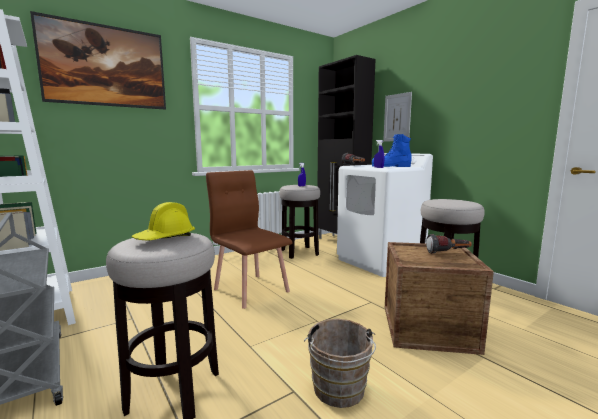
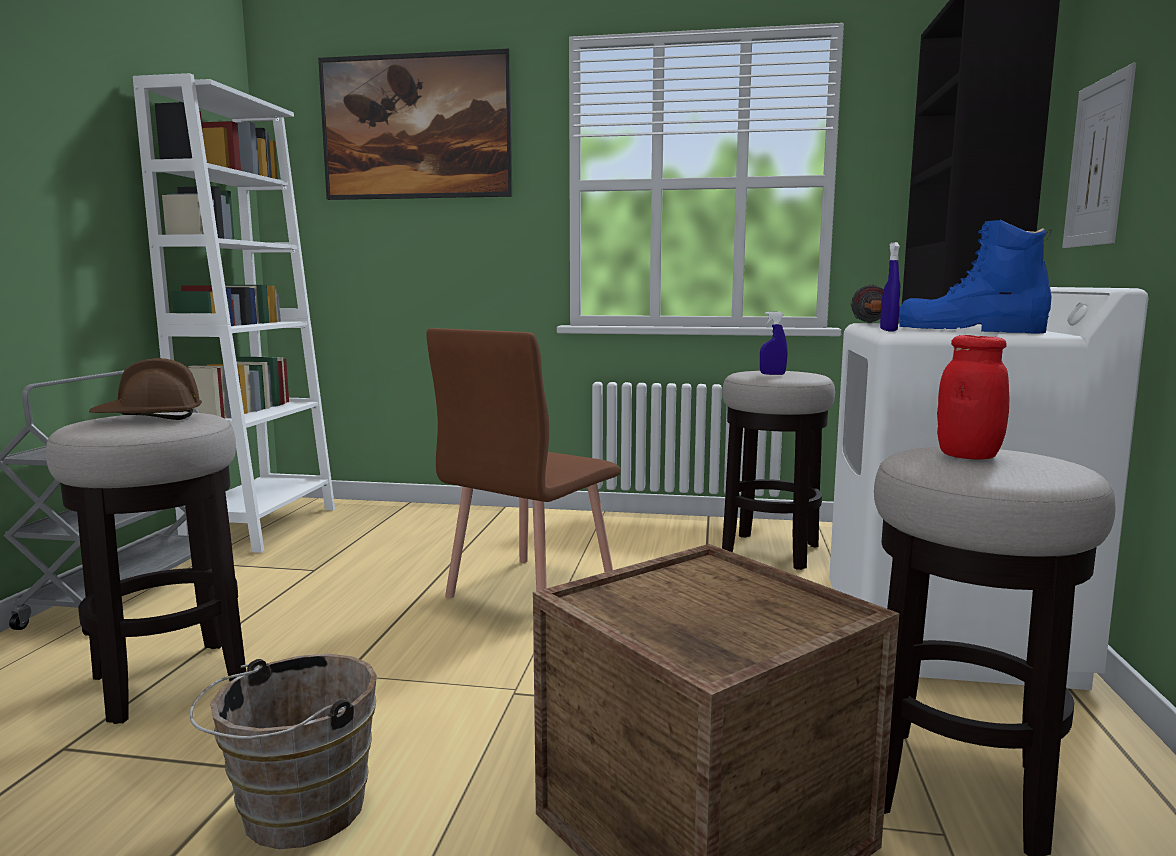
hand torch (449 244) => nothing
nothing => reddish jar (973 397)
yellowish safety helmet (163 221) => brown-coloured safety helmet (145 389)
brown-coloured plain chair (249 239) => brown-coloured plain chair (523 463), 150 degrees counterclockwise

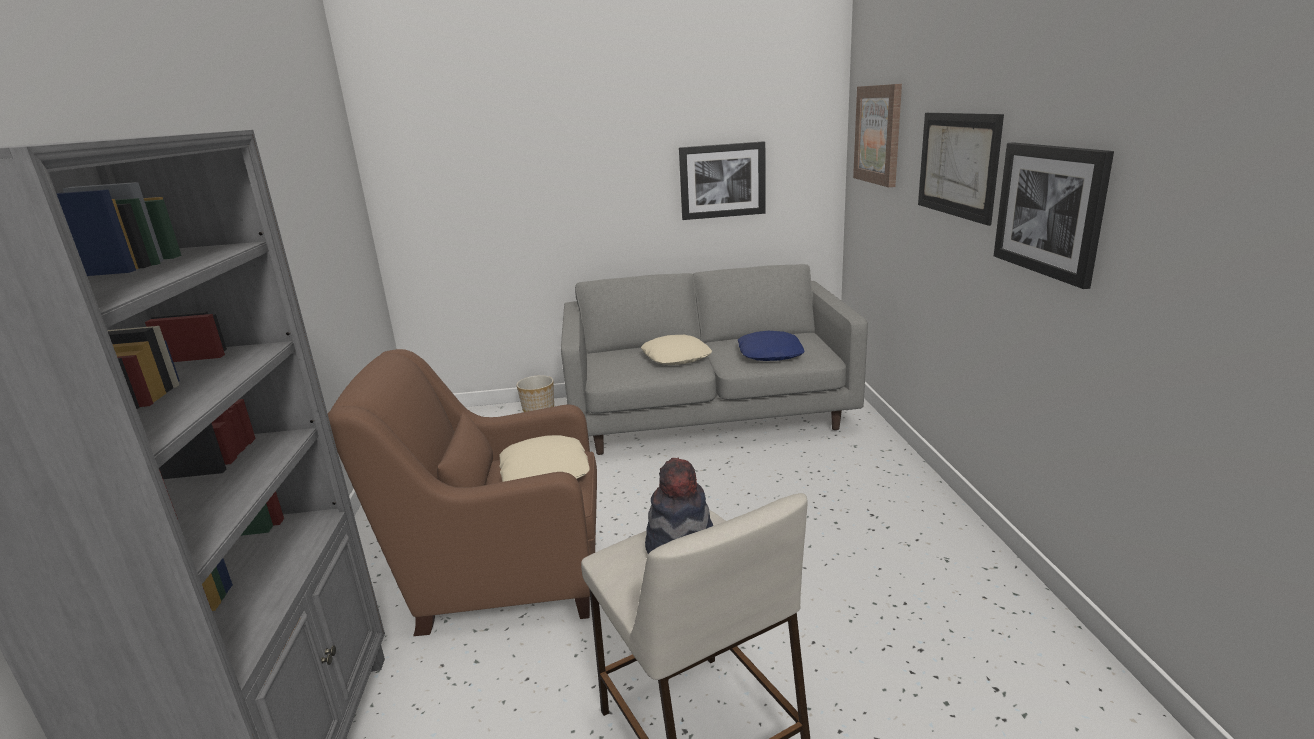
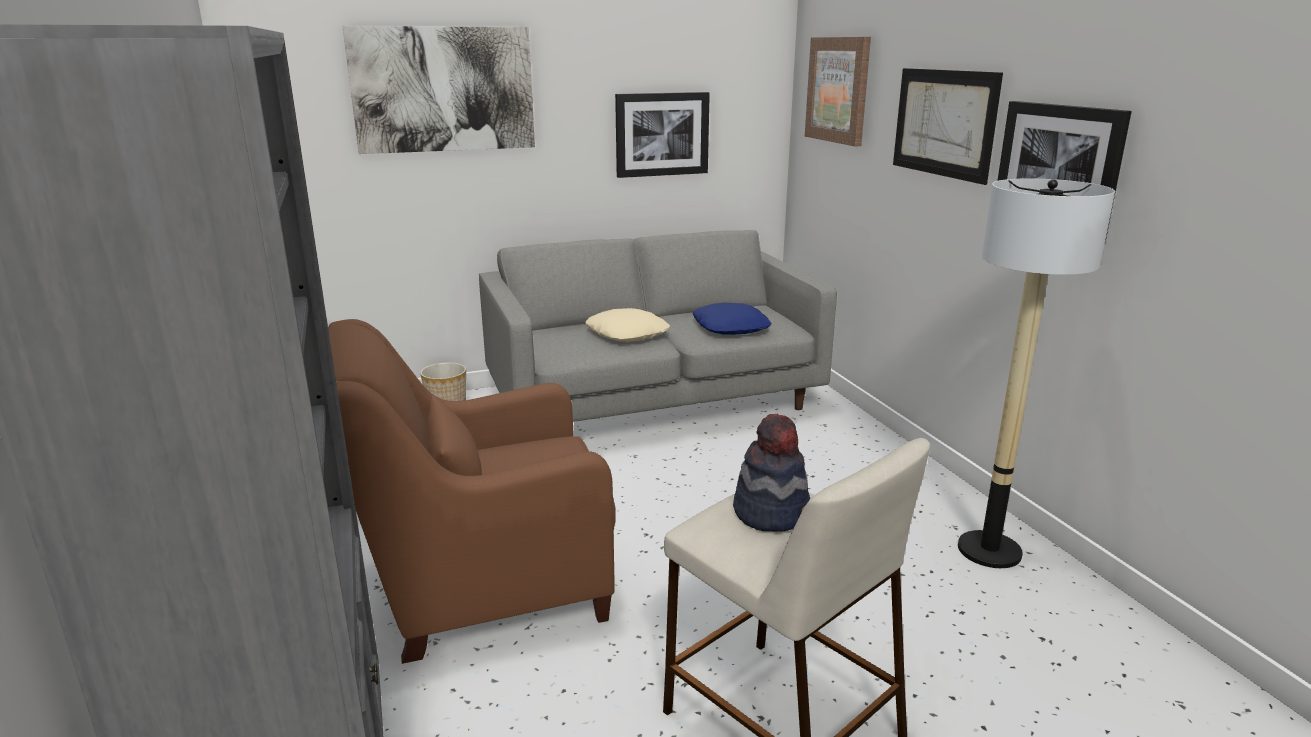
beige pillow (544 458) => nothing
nothing => wall art (439 90)
nothing => standing lamp (1036 373)

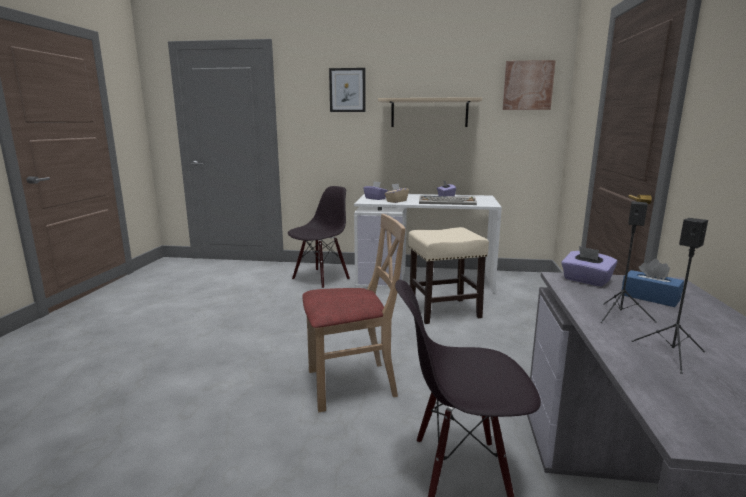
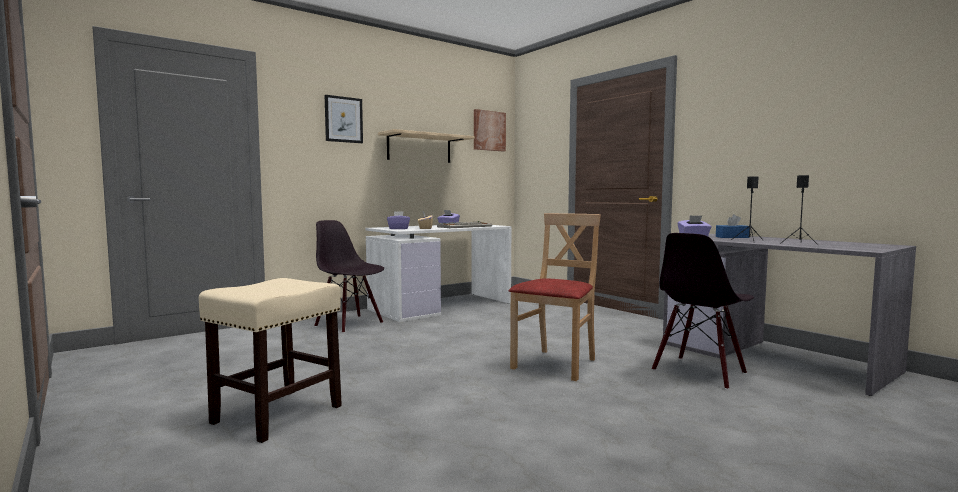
beige sitting stool (449 275) => beige sitting stool (270 360), relocated
black plain chair (319 237) => black plain chair (349 276), 45 degrees counterclockwise

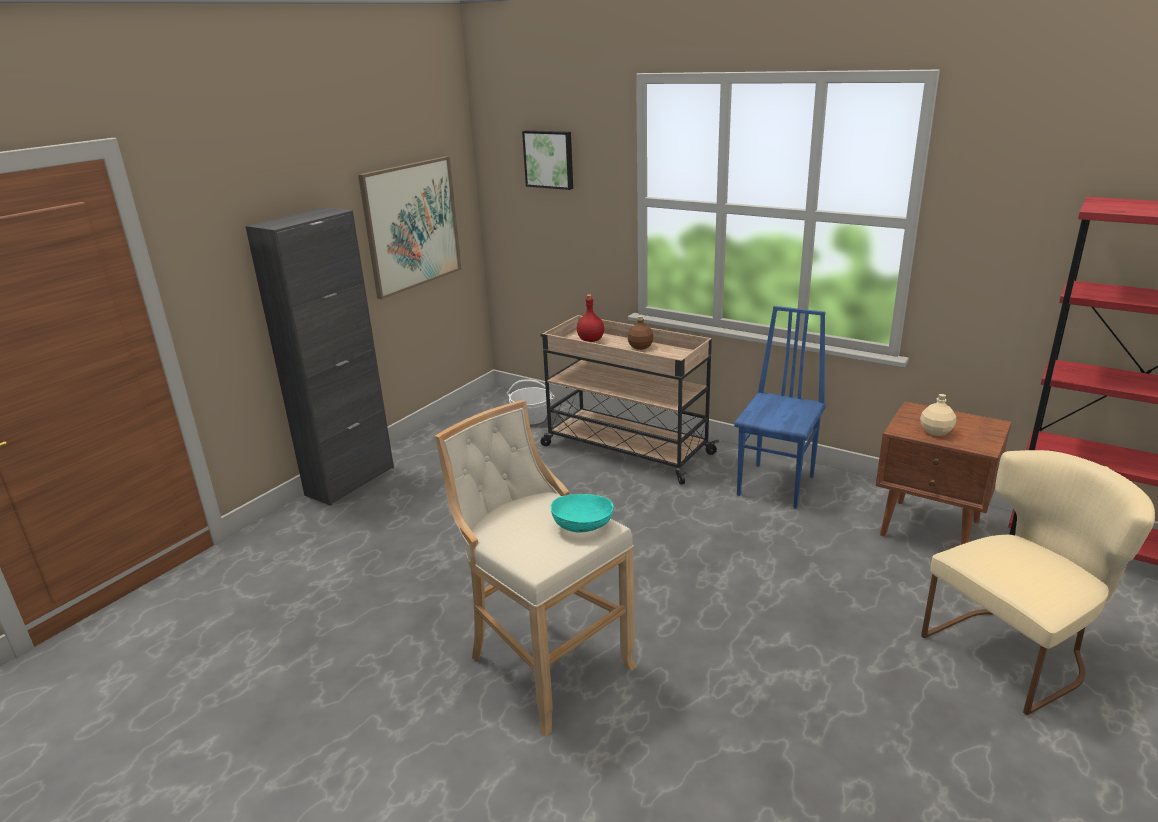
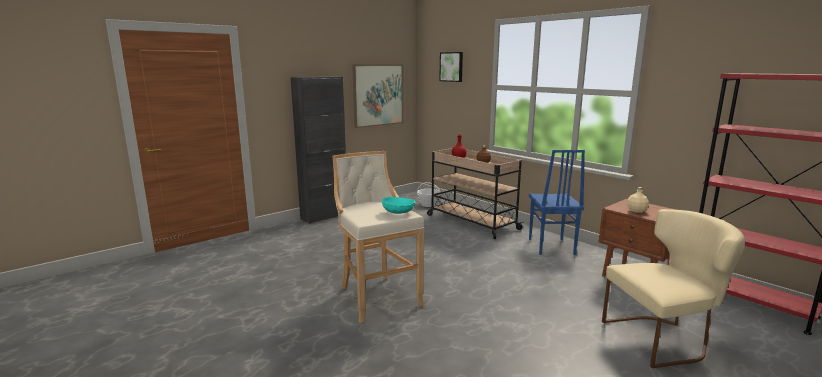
bluish plain chair (780 407) => bluish plain chair (557 202), 135 degrees clockwise

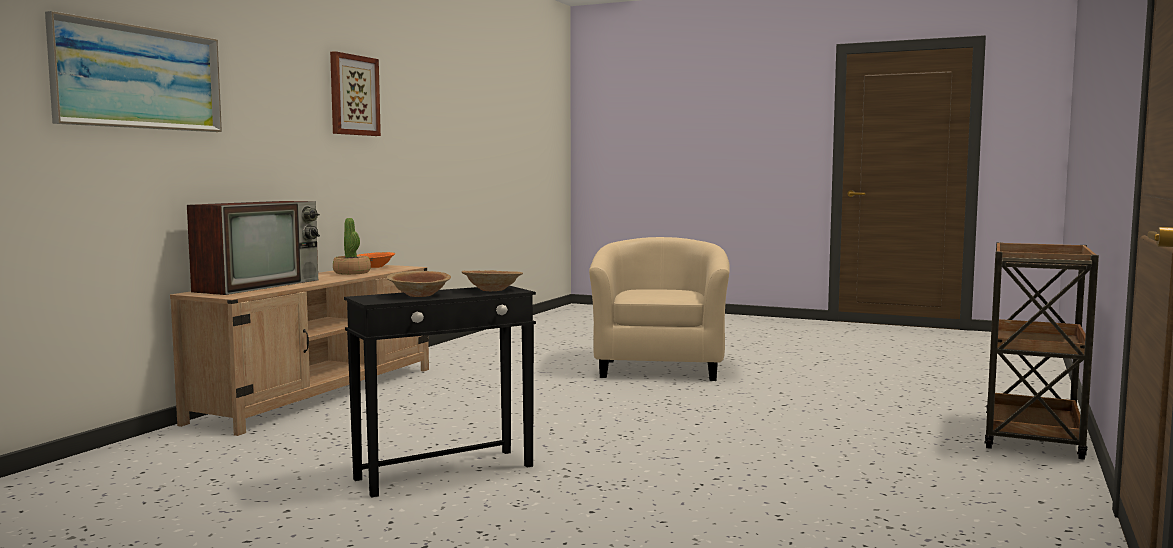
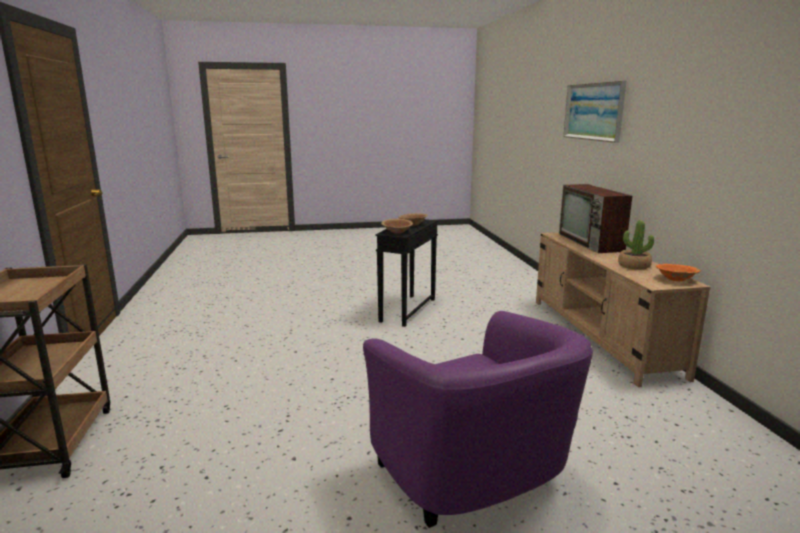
wall art (355 93) => nothing
beige armchair (659 309) => purple armchair (478 419)

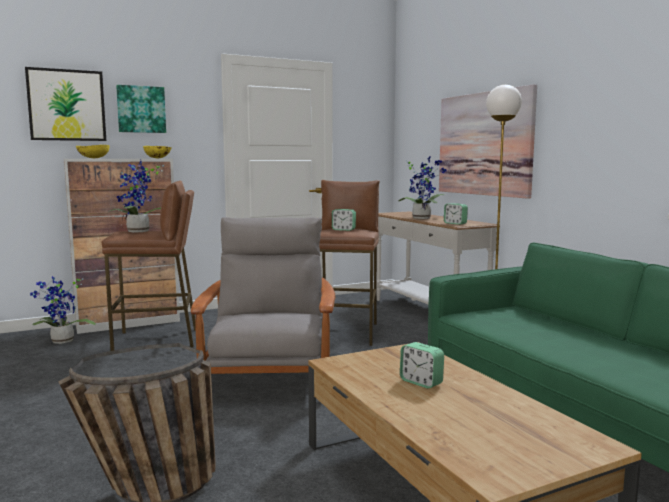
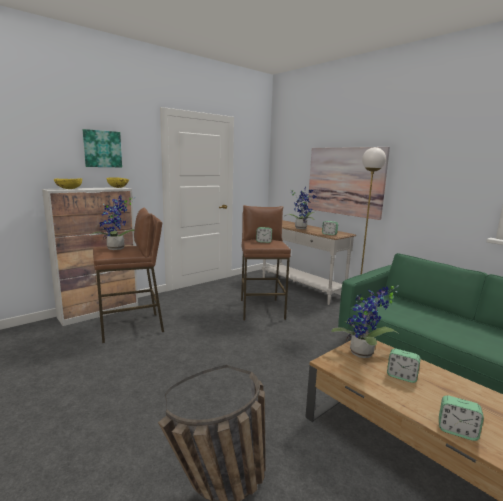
wall art (65 104) => nothing
grey armchair (263 295) => nothing
nothing => table clock (461 418)
houseplant (63 310) => houseplant (365 321), relocated

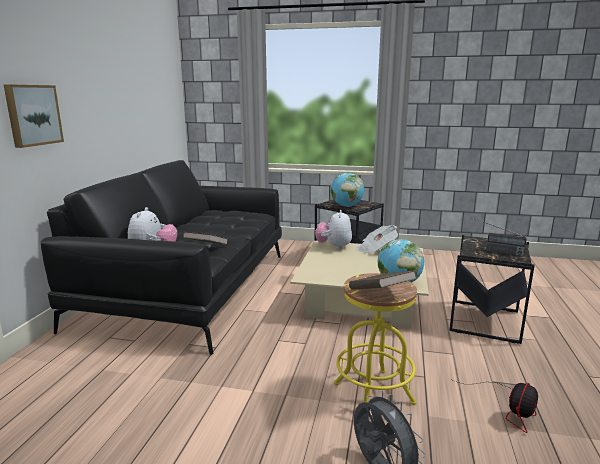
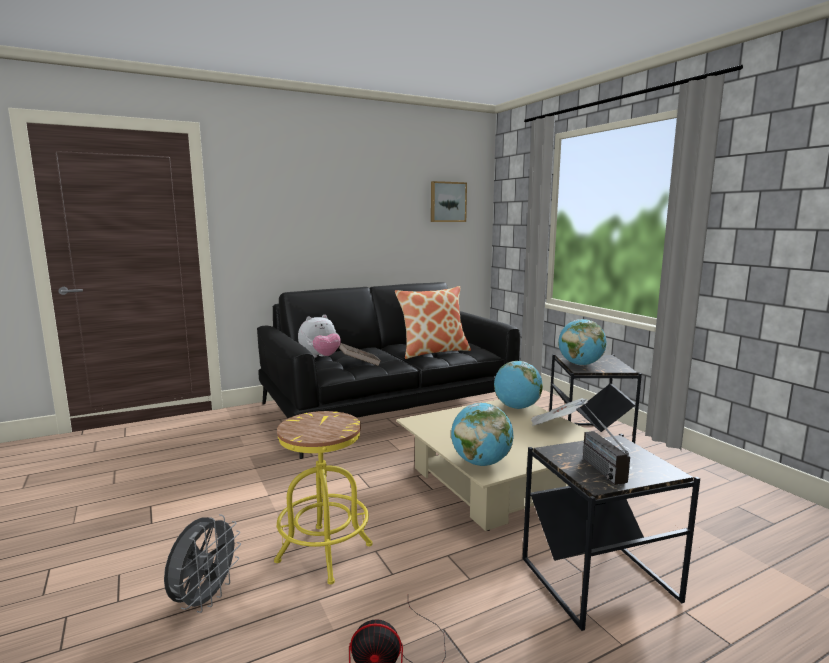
brown-coloured bound book (383 280) => nothing
nothing => pillow (433 322)
wall art (34 116) => wall art (449 201), relocated
soft toy (333 230) => world globe (518 385)

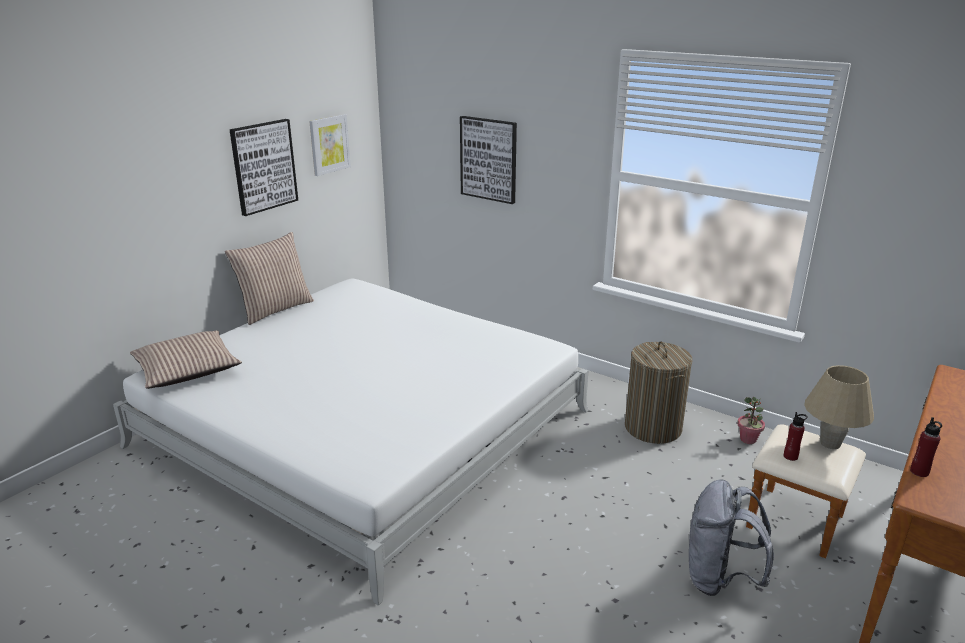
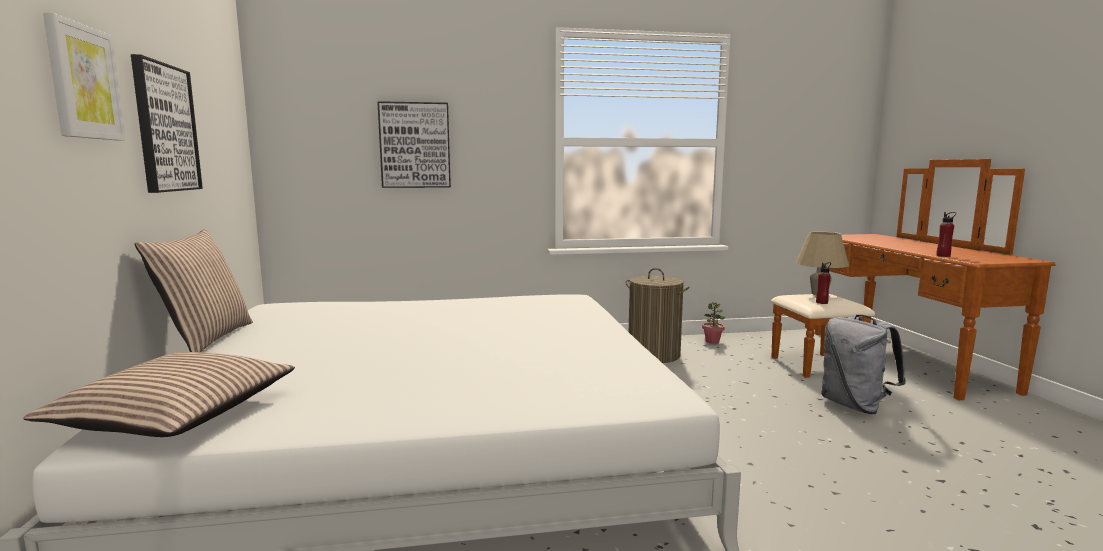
wall art (330 145) => wall art (84 76), relocated

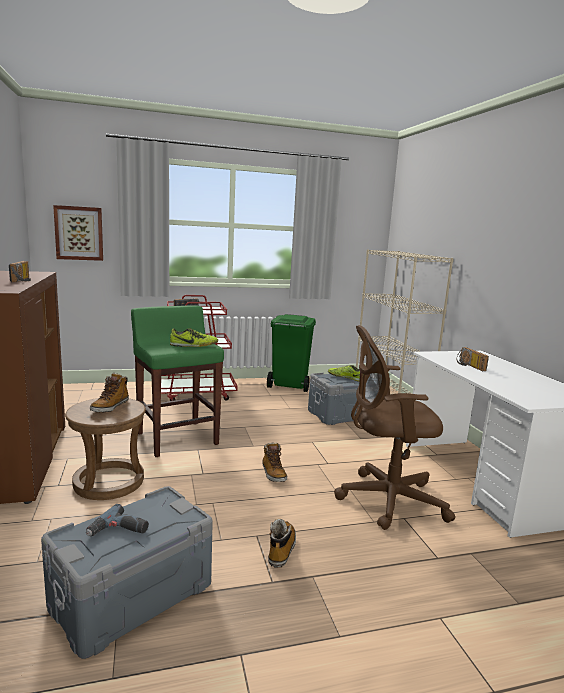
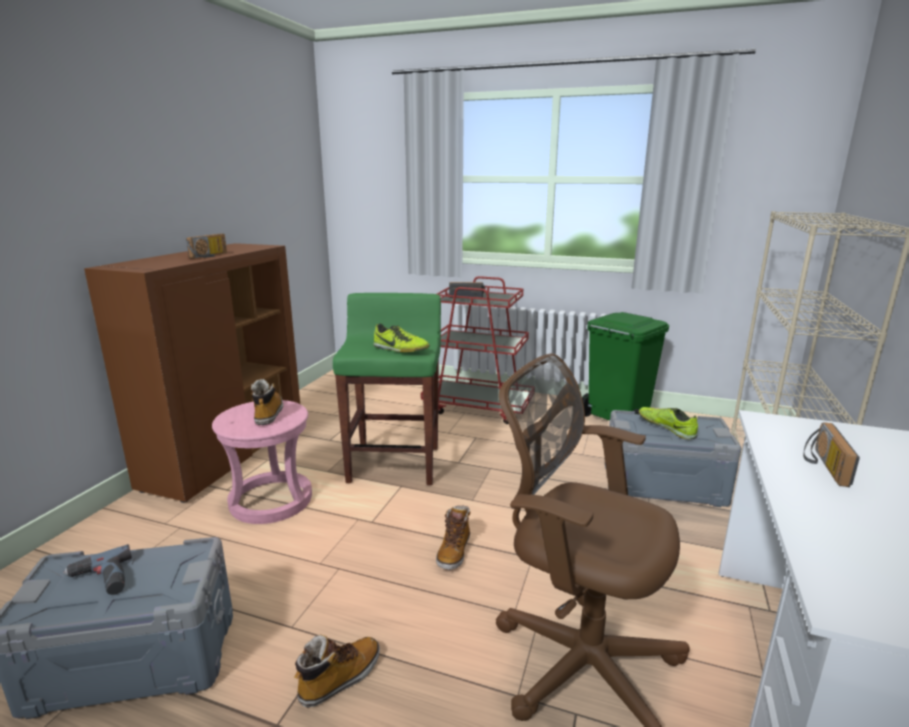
wall art (78 233) => nothing
brown-coloured sitting stool (105 449) => pink sitting stool (262 462)
boot (109 393) => boot (267 402), 120 degrees clockwise

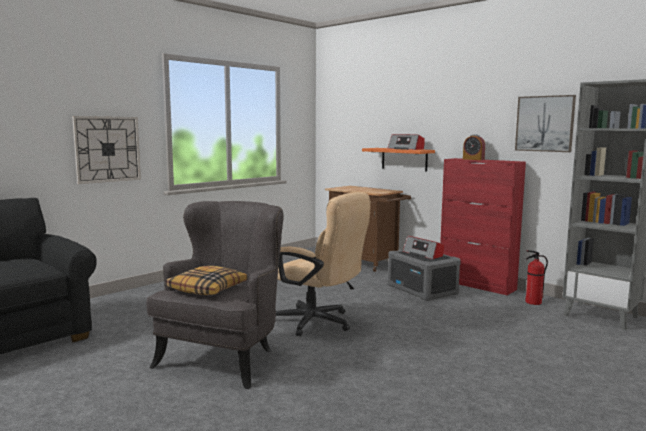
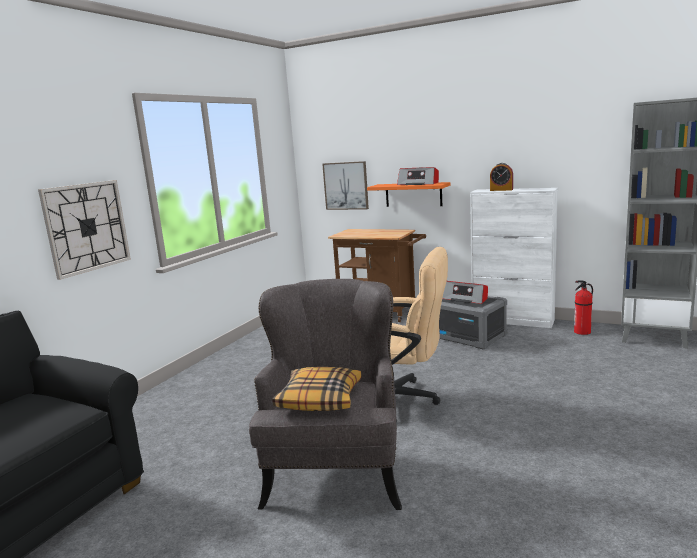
wall art (545 123) => wall art (345 185), relocated
reddish storage cabinet (483 226) => white storage cabinet (514 258)

